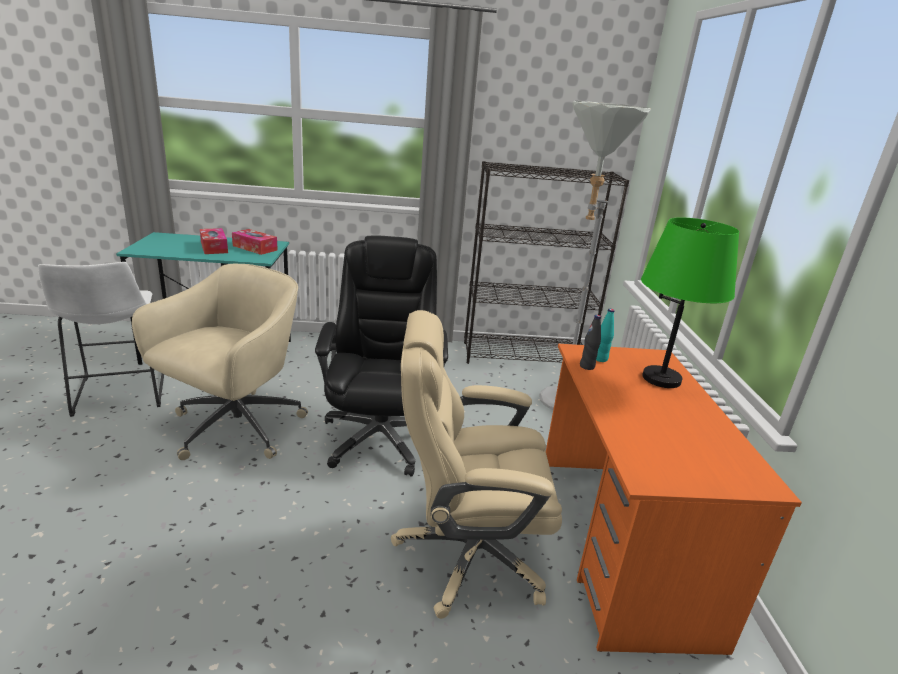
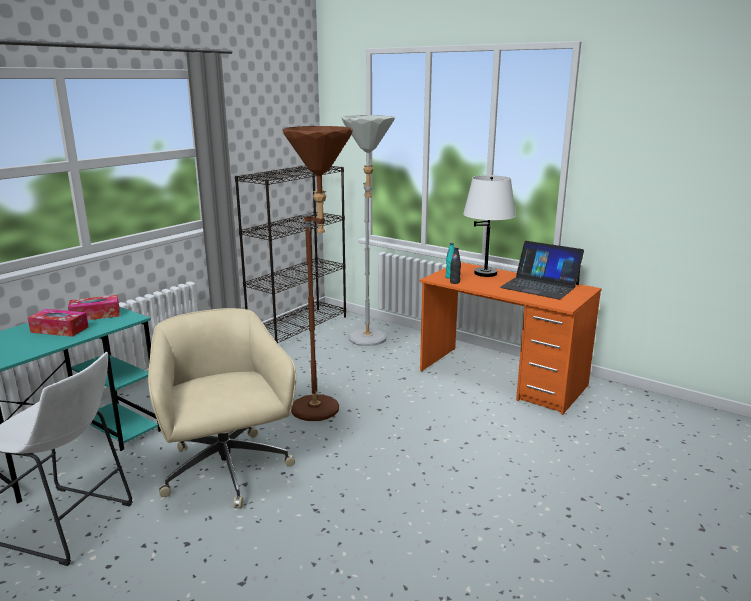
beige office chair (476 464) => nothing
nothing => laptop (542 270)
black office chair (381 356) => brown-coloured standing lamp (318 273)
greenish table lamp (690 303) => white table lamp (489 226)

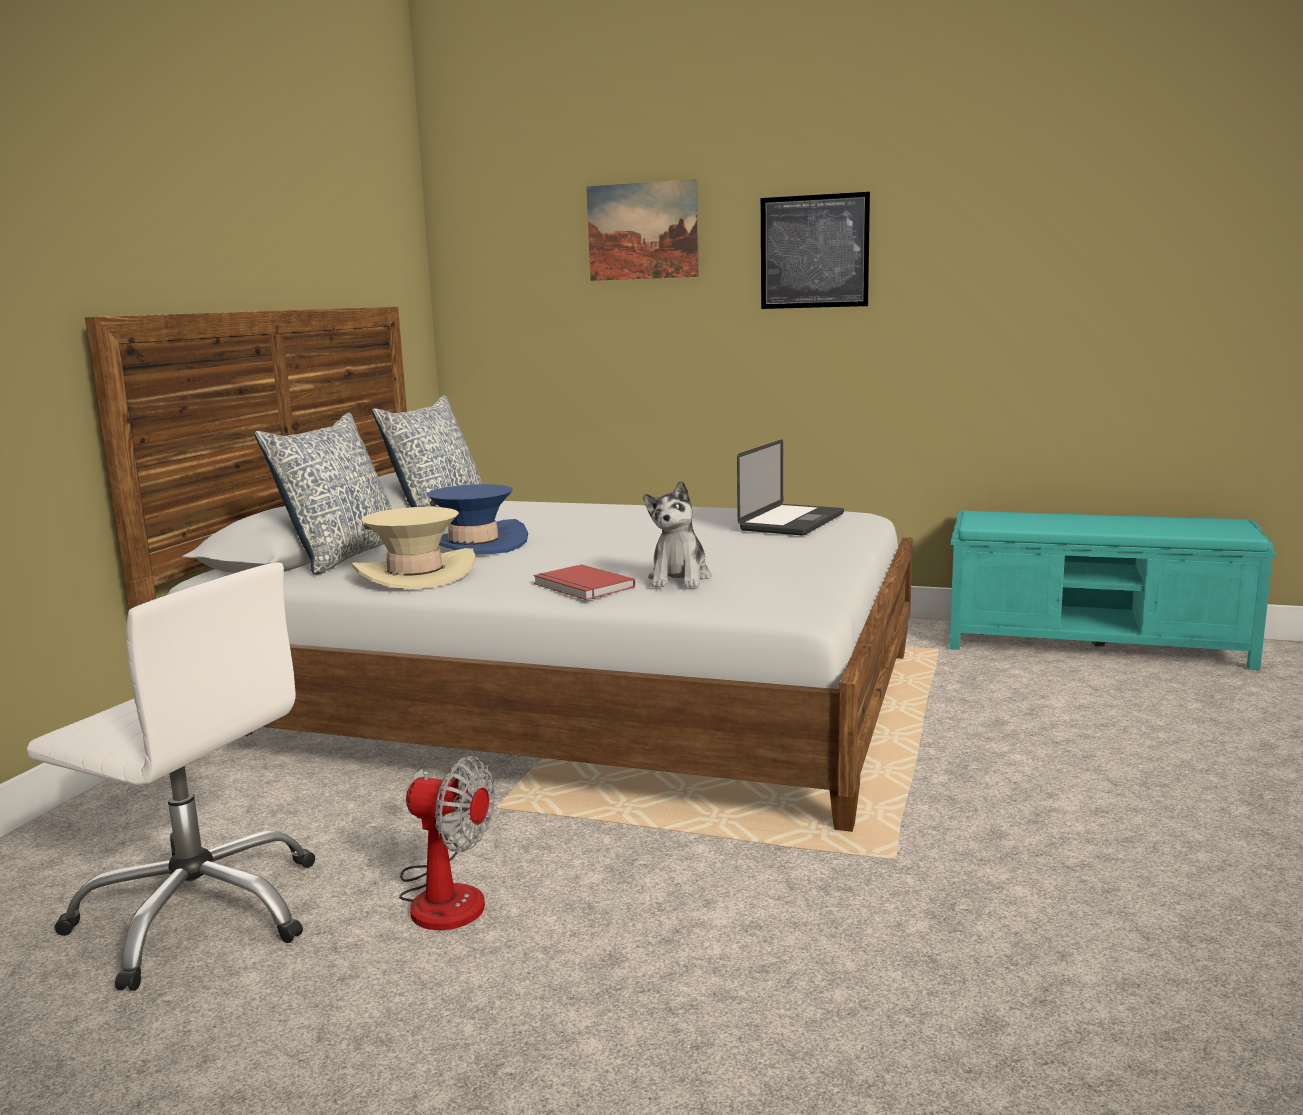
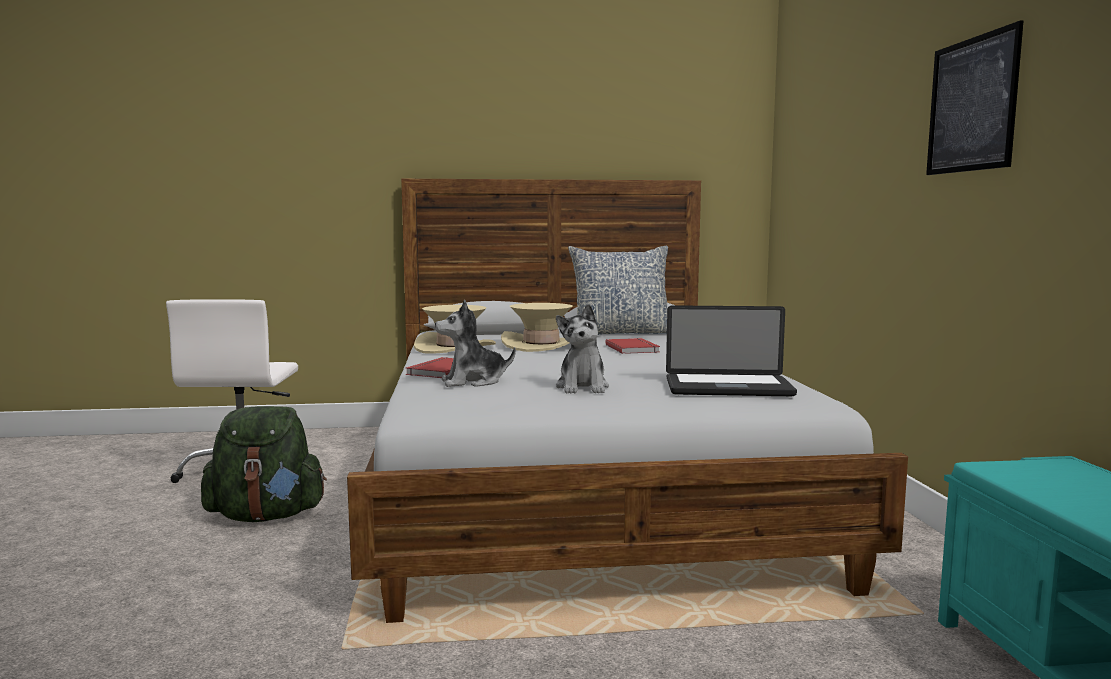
pillow (323 493) => nothing
wall art (642 230) => nothing
nothing => soft toy (582 348)
nothing => reddish bound book (632 346)
fan (447 843) => greenish rucksack (264 464)
bluish clothing hat (477 519) => beige clothing hat (537 327)

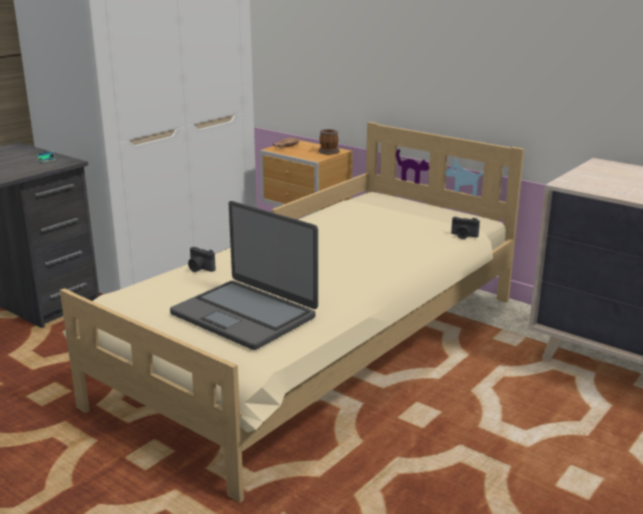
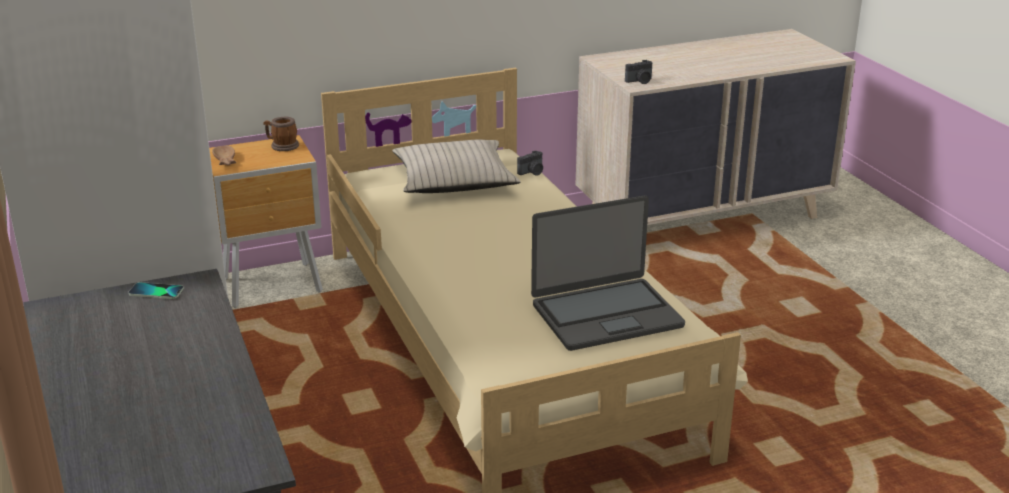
nothing => beige pillow (456 166)
photo camera (202 259) => photo camera (638 72), relocated

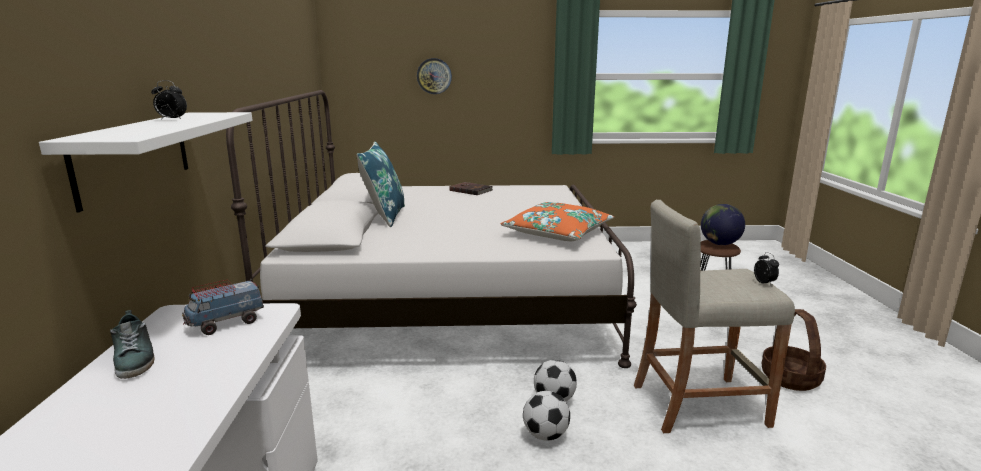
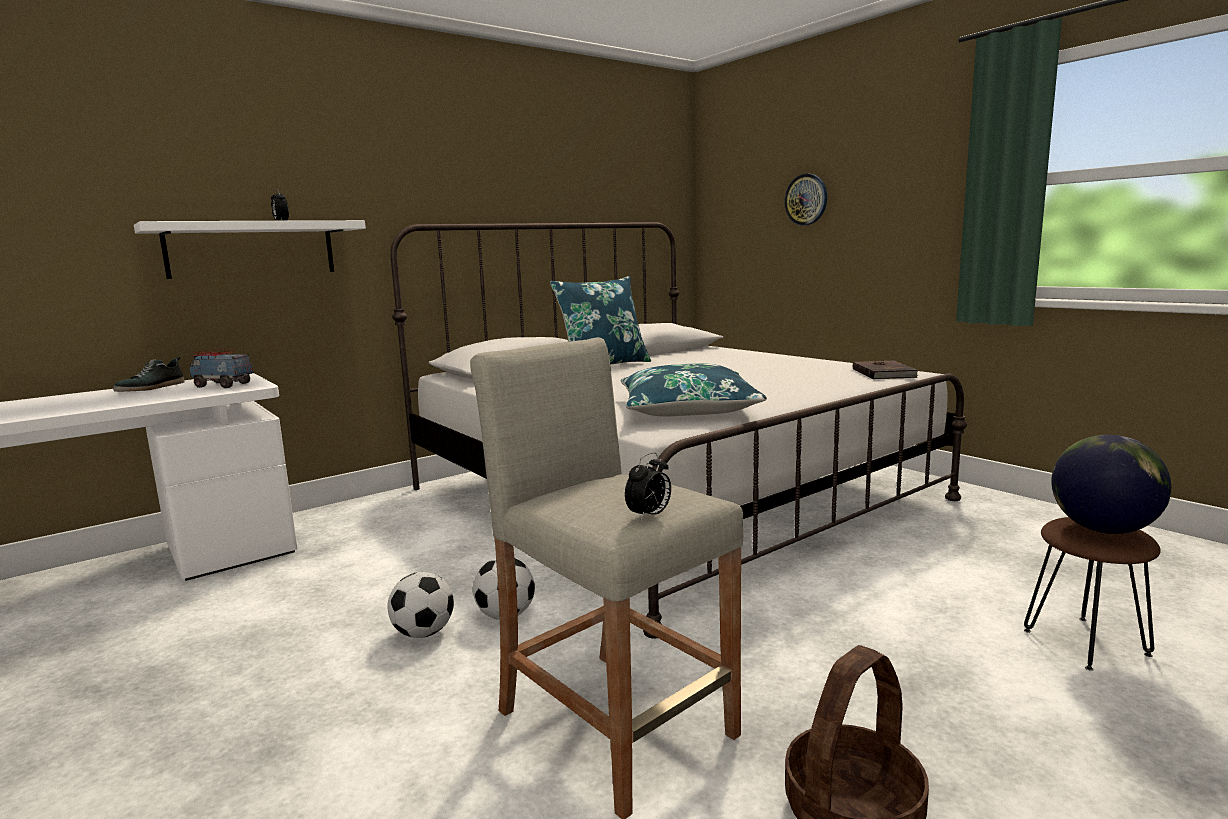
brown-coloured bound book (471 188) => brown-coloured bound book (886 370), relocated
orange pillow (557 221) => bluish pillow (694 389)

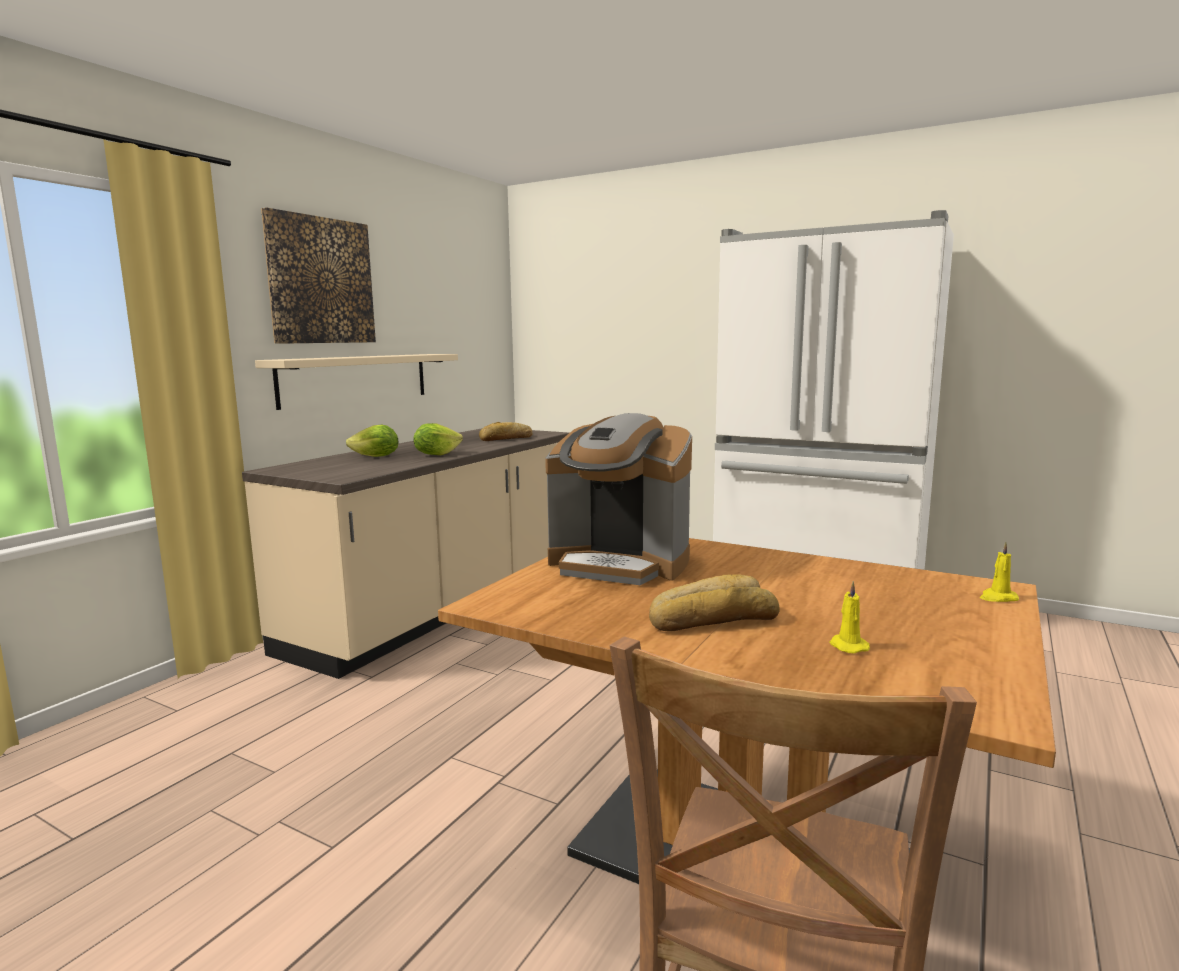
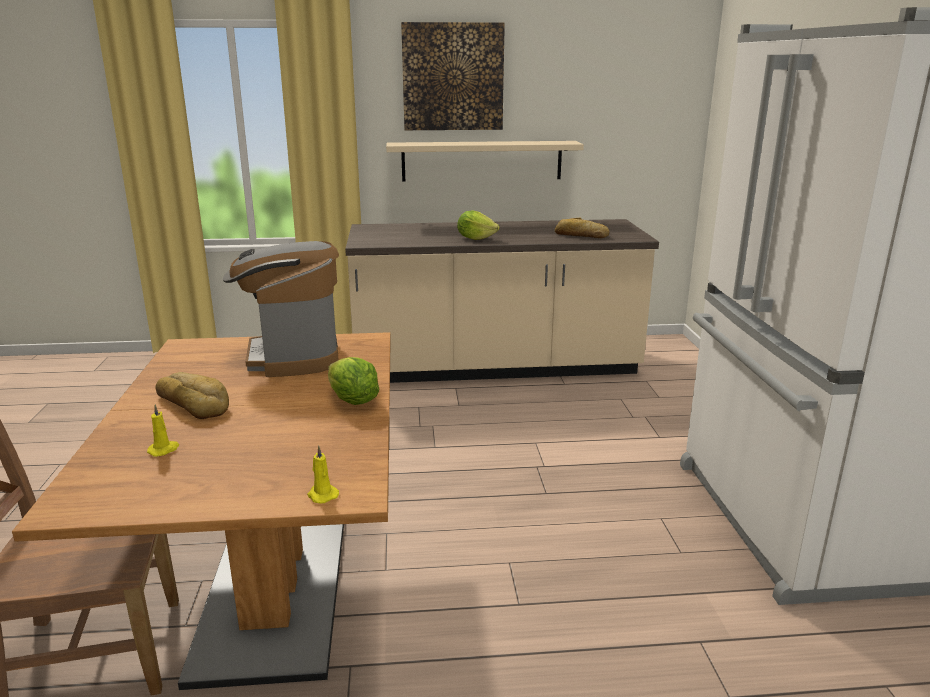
lettuce head (372 441) => lettuce head (353 381), relocated

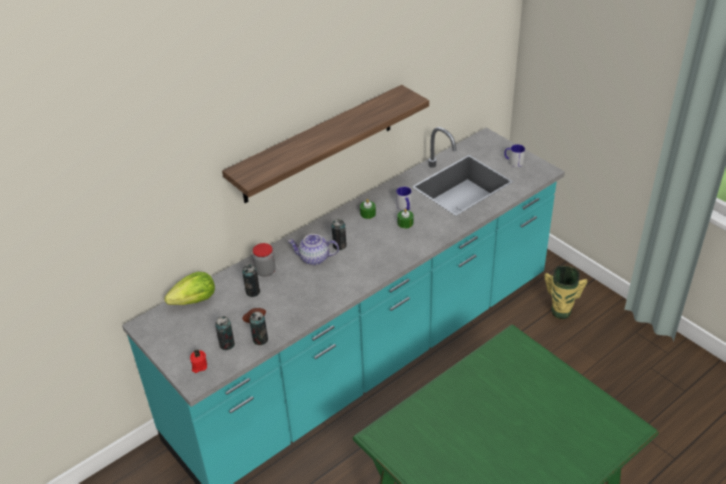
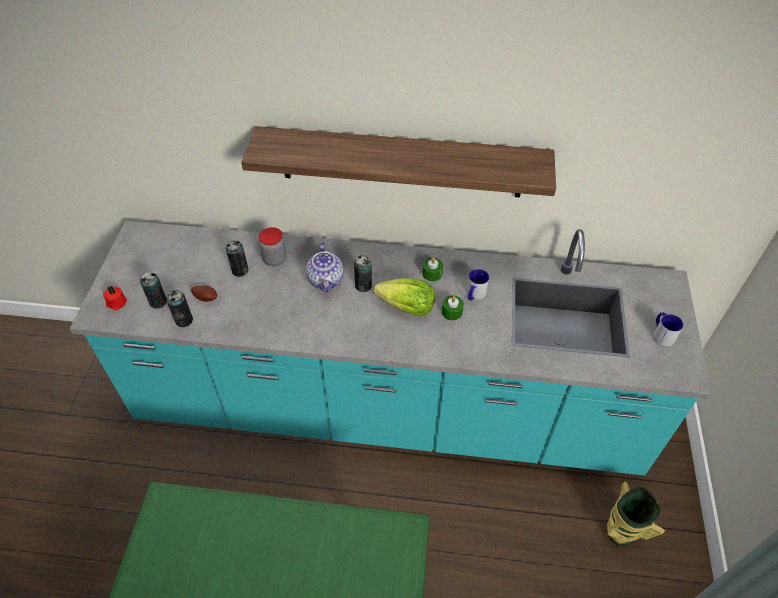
lettuce head (189 288) => lettuce head (404 297), relocated
teapot (313 249) => teapot (325 267), 150 degrees counterclockwise

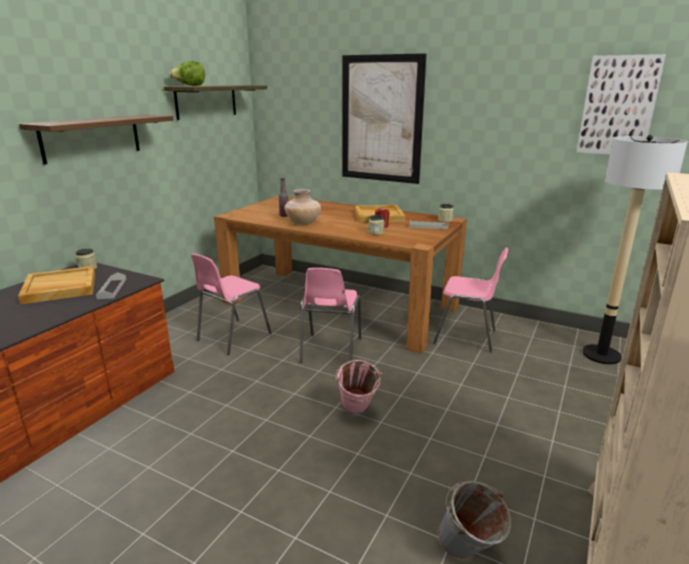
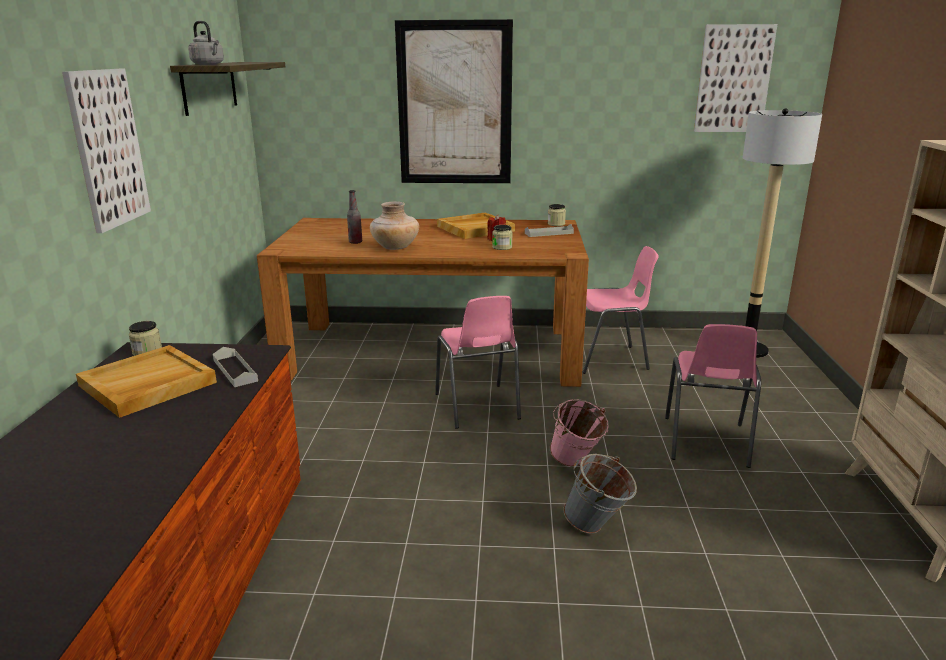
pink plain chair (231 304) => pink plain chair (713 396), relocated
grey water bucket (474 520) => grey water bucket (600 494), relocated
bracket shelf (96 139) => wall art (106 151)
lettuce head (187 73) => grey kettle (206 43)

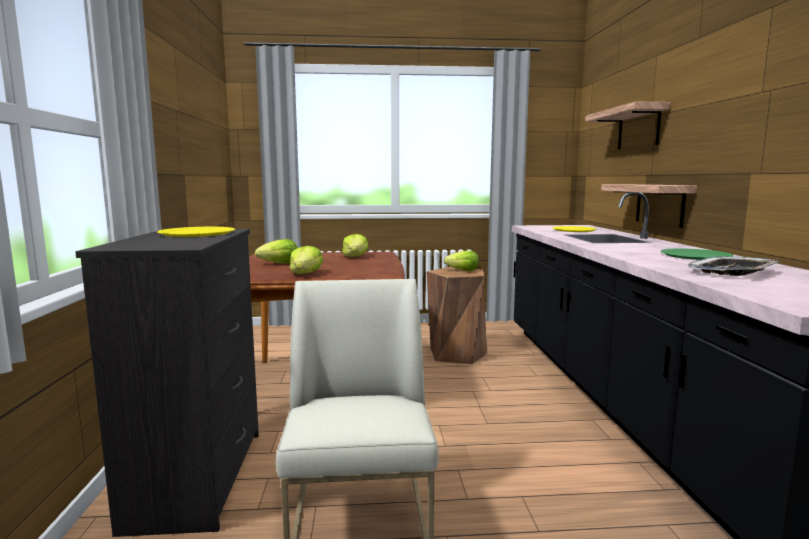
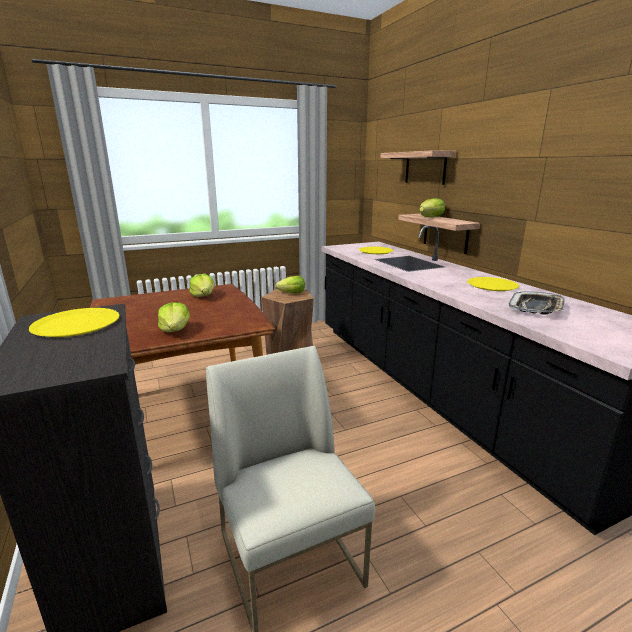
lettuce head (276 251) => lettuce head (432 207), relocated
greenish flat dish (697 254) => yellowish flat dish (493 284)

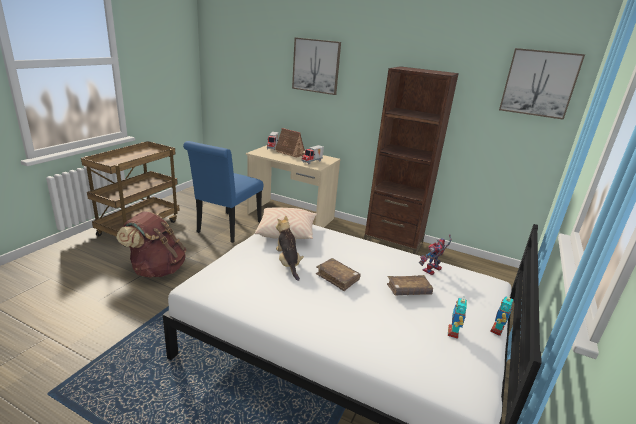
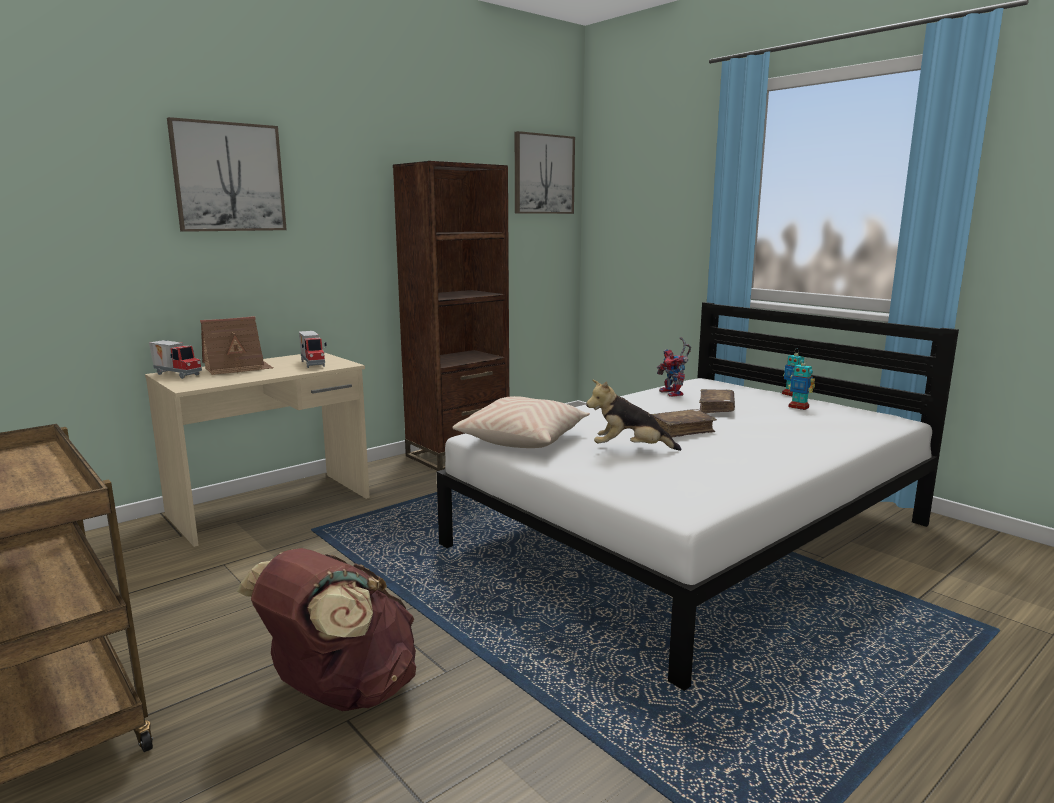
bluish plain chair (223 192) => nothing

